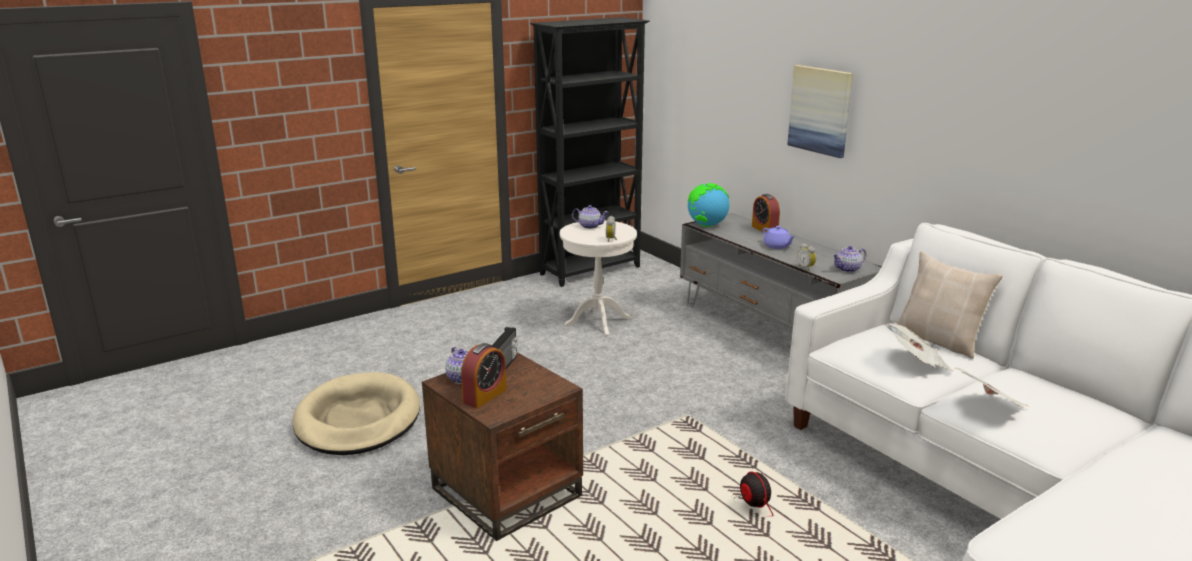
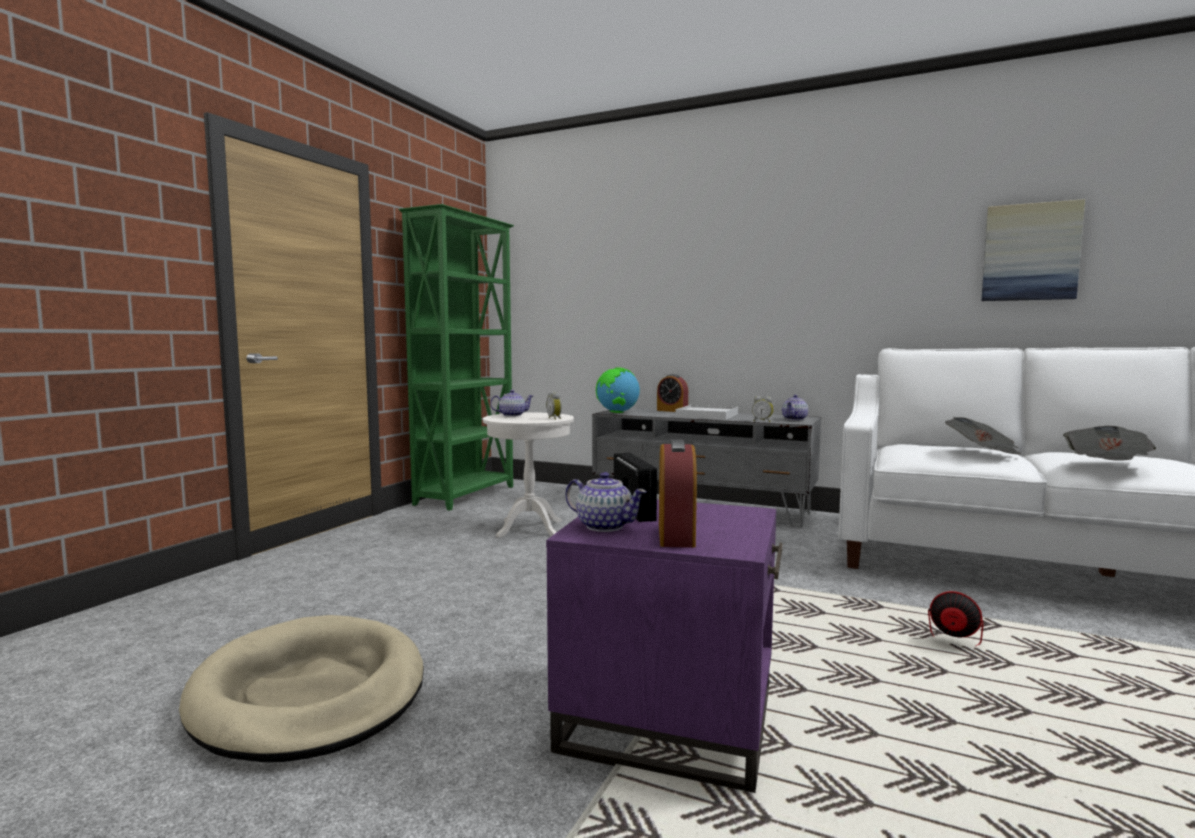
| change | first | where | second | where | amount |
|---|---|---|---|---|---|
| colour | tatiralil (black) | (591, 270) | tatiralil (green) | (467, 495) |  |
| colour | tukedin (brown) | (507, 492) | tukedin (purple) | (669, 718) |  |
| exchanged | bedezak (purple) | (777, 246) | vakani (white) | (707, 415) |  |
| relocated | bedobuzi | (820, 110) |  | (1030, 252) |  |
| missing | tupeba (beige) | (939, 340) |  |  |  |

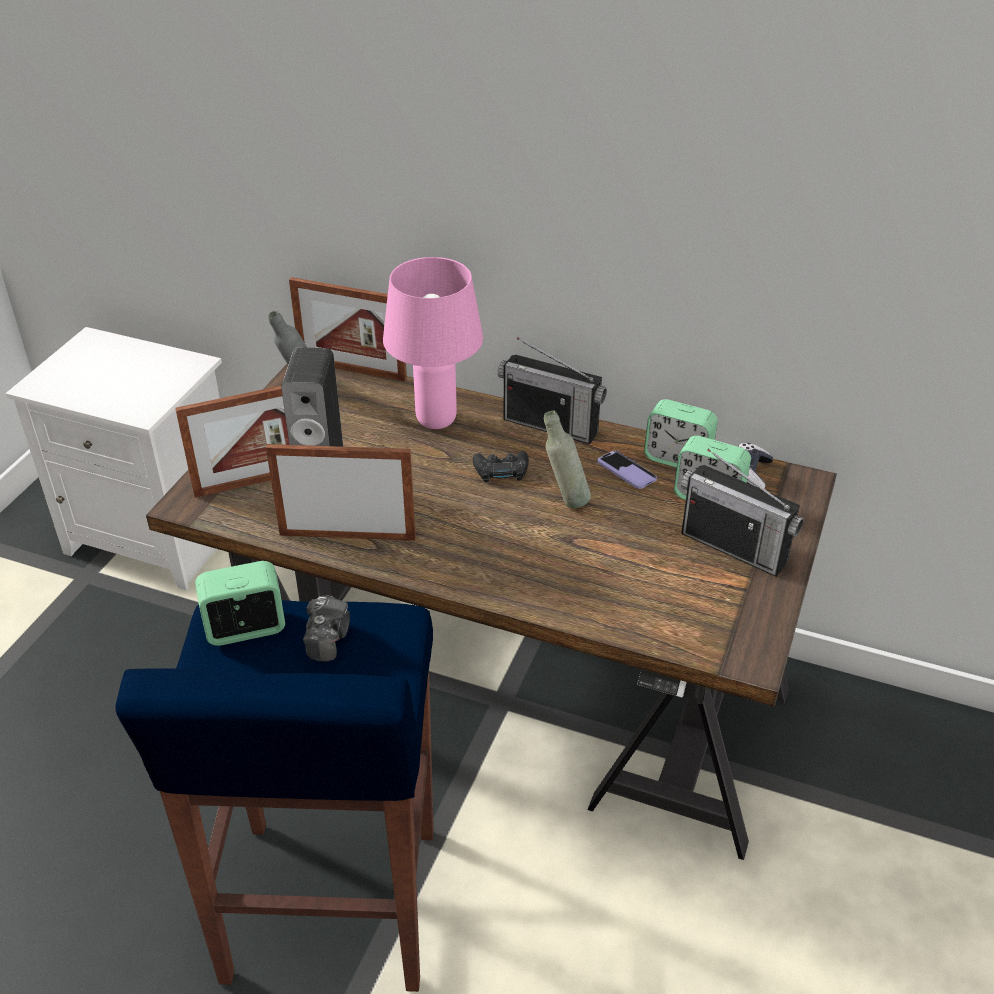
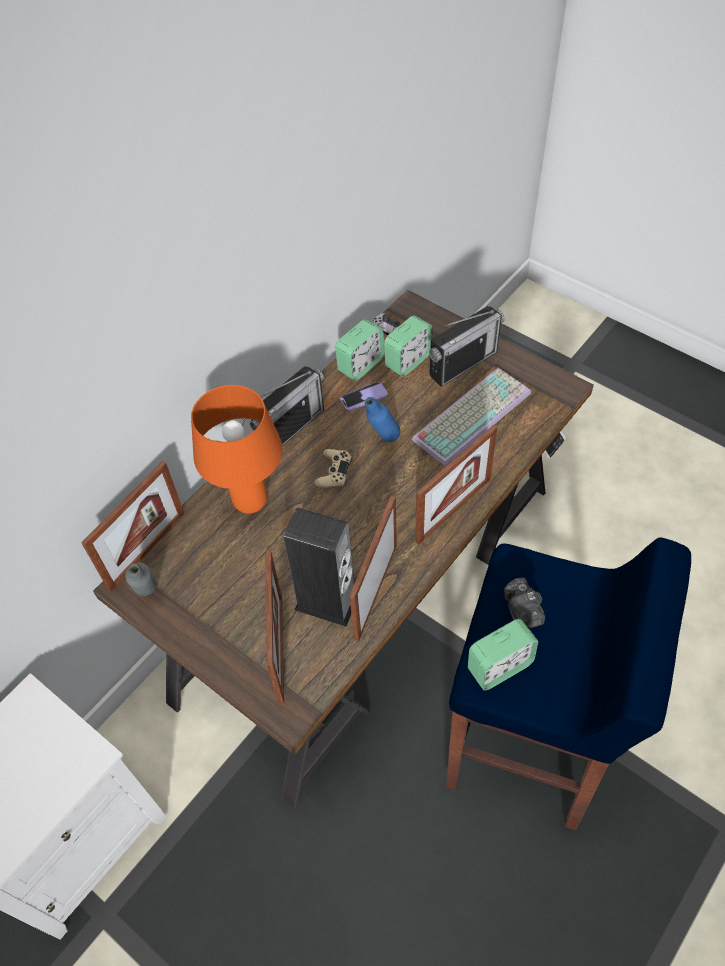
| change | first | where | second | where | amount |
|---|---|---|---|---|---|
| colour | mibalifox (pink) | (435, 420) | mibalifox (orange) | (250, 502) |  |
| colour | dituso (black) | (501, 471) | dituso (beige) | (334, 472) |  |
| colour | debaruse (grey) | (565, 500) | debaruse (blue) | (383, 441) |  |
| appeared |  |  | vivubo | (471, 414) |  |
| appeared |  |  | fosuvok | (453, 510) |  |
| spun | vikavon | (245, 629) |  | (499, 666) | 120 degrees counterclockwise |
| spun | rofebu | (328, 638) |  | (522, 610) | 135 degrees counterclockwise |

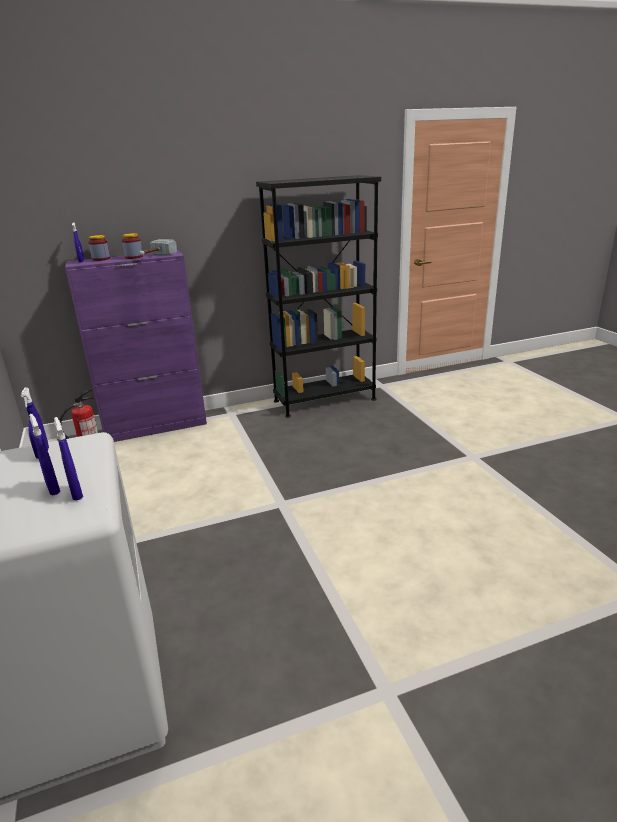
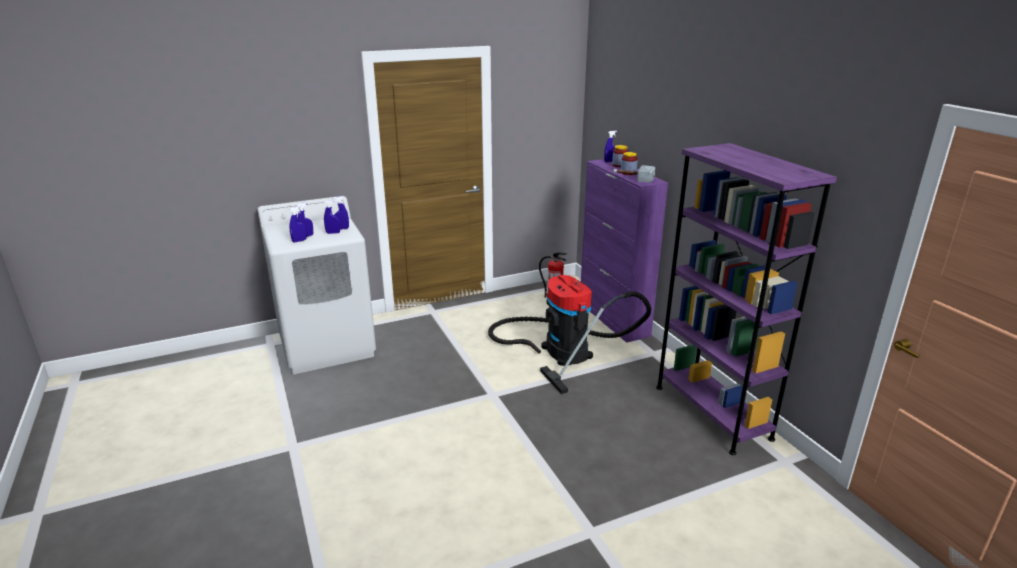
| change | first | where | second | where | amount |
|---|---|---|---|---|---|
| appeared |  |  | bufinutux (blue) | (333, 233) |  |
| appeared |  |  | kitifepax | (562, 349) |  |
| colour | tatiralil (black) | (324, 400) | tatiralil (purple) | (712, 412) |  |

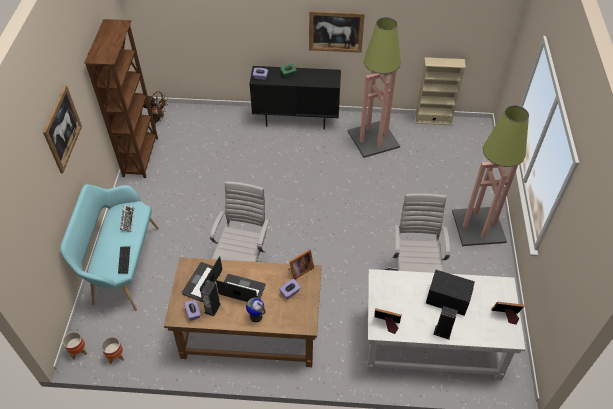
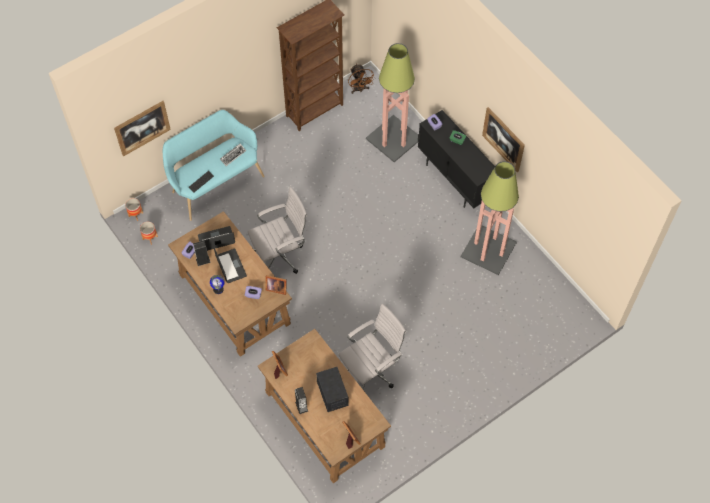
| change | first | where | second | where | amount |
|---|---|---|---|---|---|
| relocated | bedobuzi | (62, 129) |  | (142, 128) |  |
| colour | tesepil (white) | (432, 343) | tesepil (brown) | (324, 419) |  |
| relocated | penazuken | (479, 226) |  | (394, 138) |  |
| missing | tatiralil (beige) | (433, 120) |  |  |  |

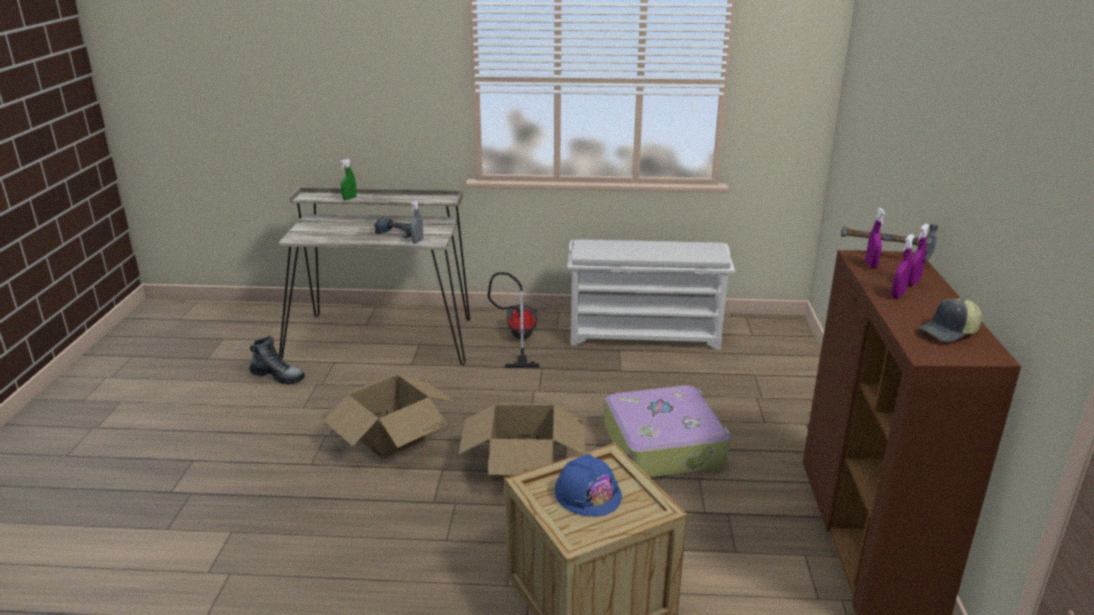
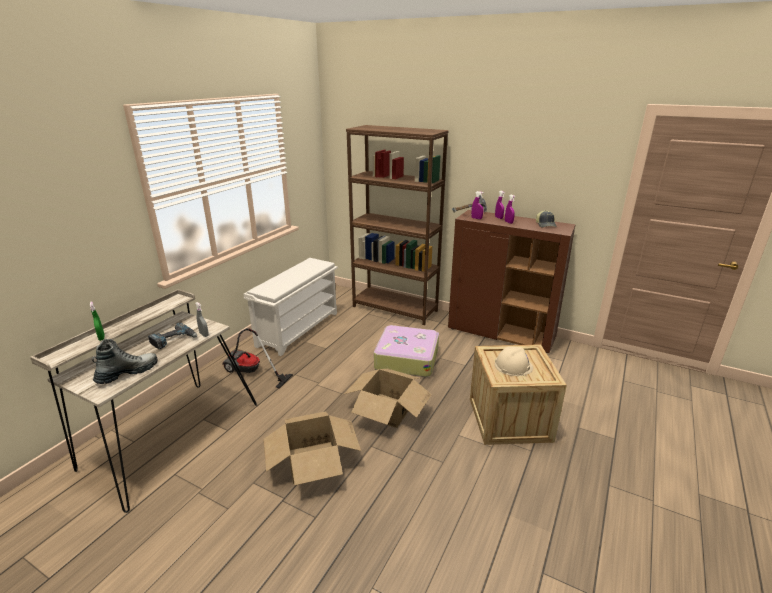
| change | first | where | second | where | amount |
|---|---|---|---|---|---|
| relocated | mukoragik | (278, 376) |  | (127, 373) |  |
| appeared |  |  | tatiralil (brown) | (395, 308) |  |
| colour | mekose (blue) | (588, 494) | mekose (beige) | (513, 366) |  |

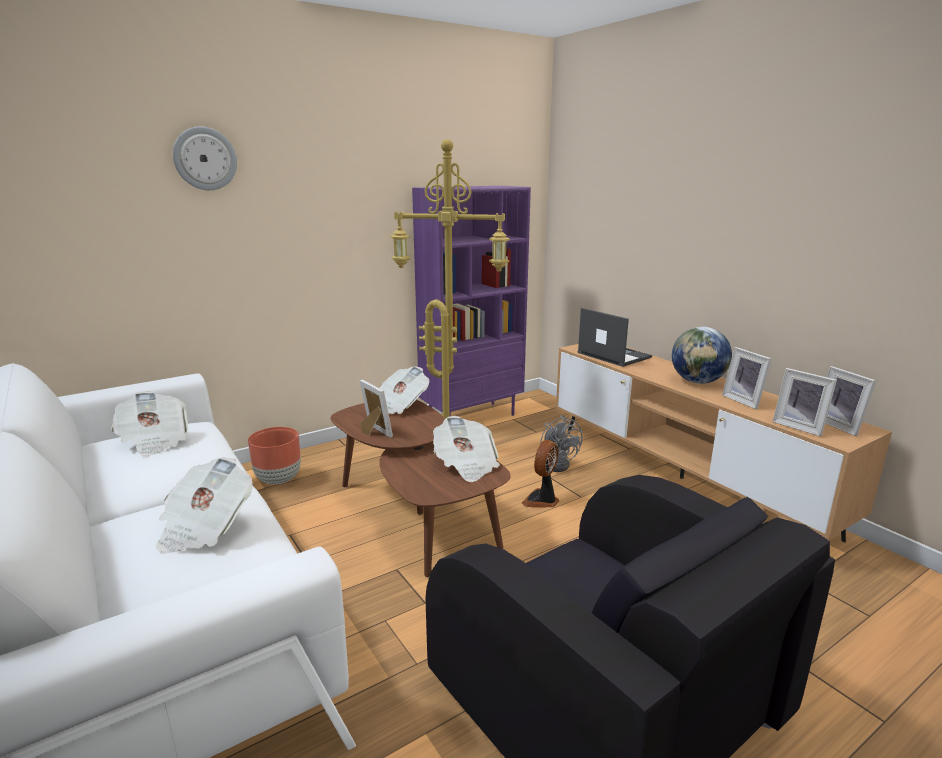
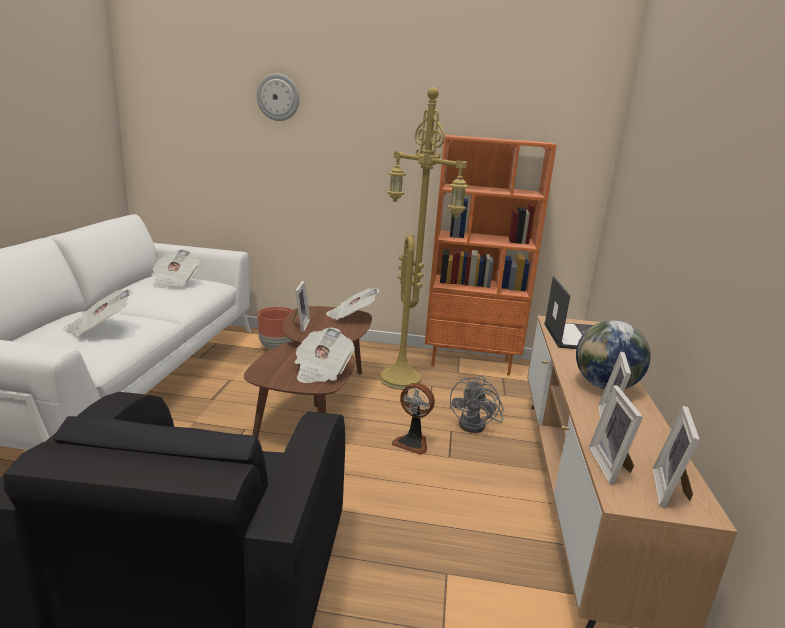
| change | first | where | second | where | amount |
|---|---|---|---|---|---|
| spun | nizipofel | (542, 500) |  | (412, 442) | 135 degrees counterclockwise |
| colour | tatiralil (purple) | (472, 417) | tatiralil (orange) | (471, 362) |  |

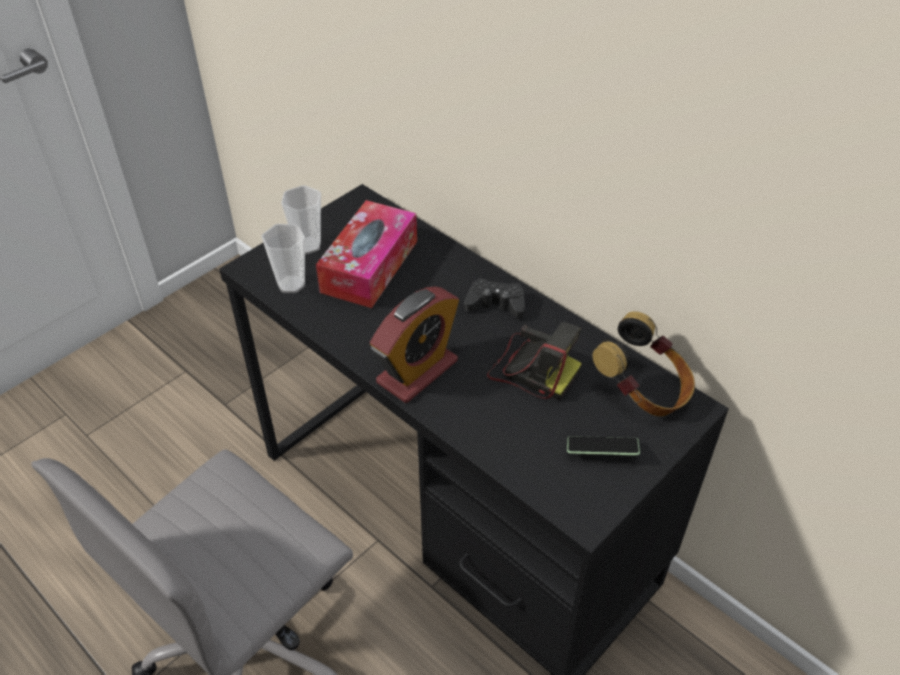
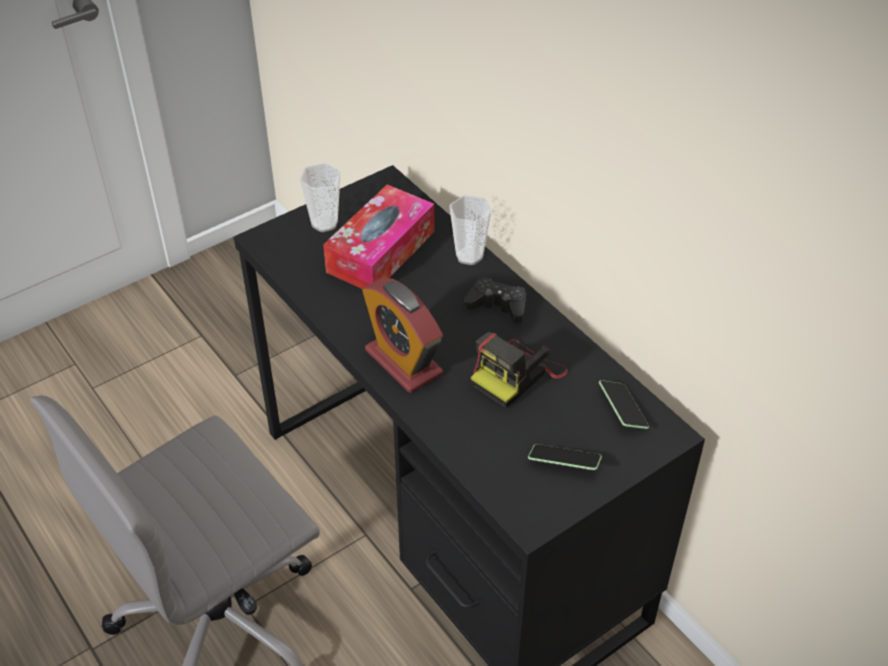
| change | first | where | second | where | amount |
|---|---|---|---|---|---|
| spun | vikavon | (417, 371) |  | (403, 362) | 90 degrees clockwise |
| relocated | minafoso | (291, 284) |  | (469, 256) |  |
| spun | rofebu | (532, 369) |  | (517, 374) | 90 degrees clockwise |
| exchanged | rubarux | (643, 391) | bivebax | (622, 410) |  |

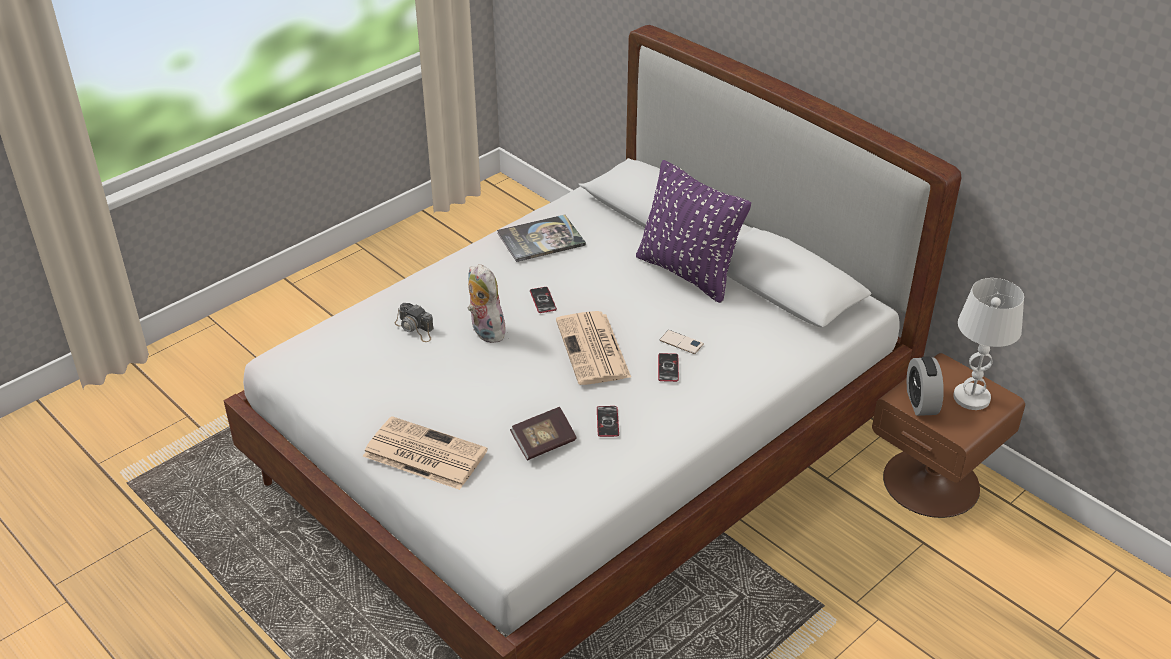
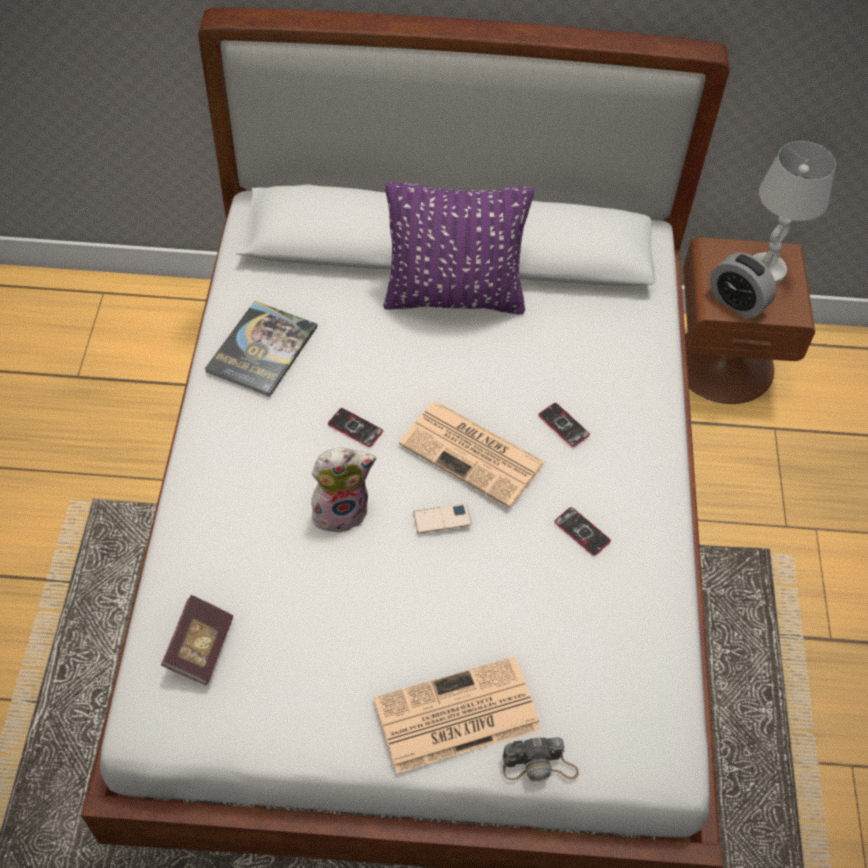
| change | first | where | second | where | amount |
|---|---|---|---|---|---|
| relocated | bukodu | (543, 443) |  | (200, 647) |  |
| spun | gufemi | (485, 331) |  | (341, 511) | 150 degrees clockwise |
| relocated | bivebax | (681, 342) |  | (442, 518) |  |
| relocated | rofebu | (415, 328) |  | (539, 765) |  |

